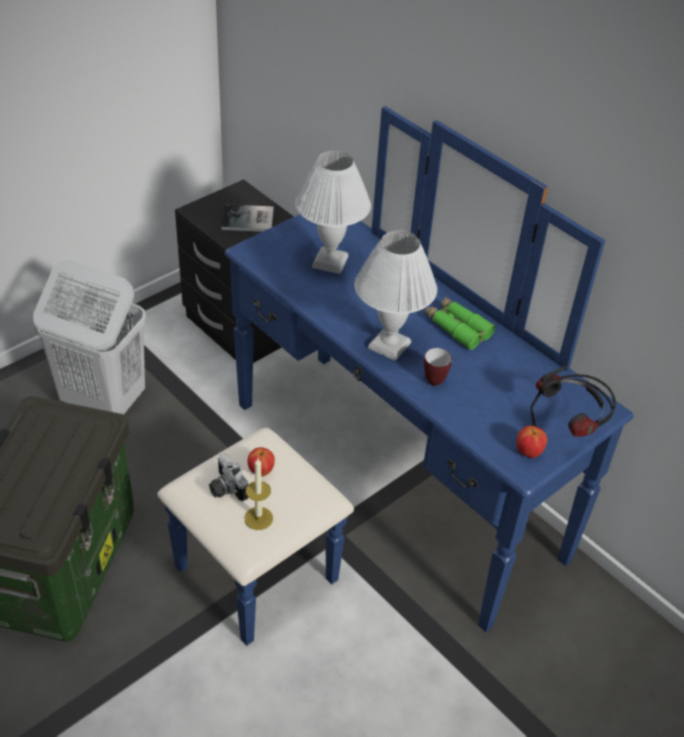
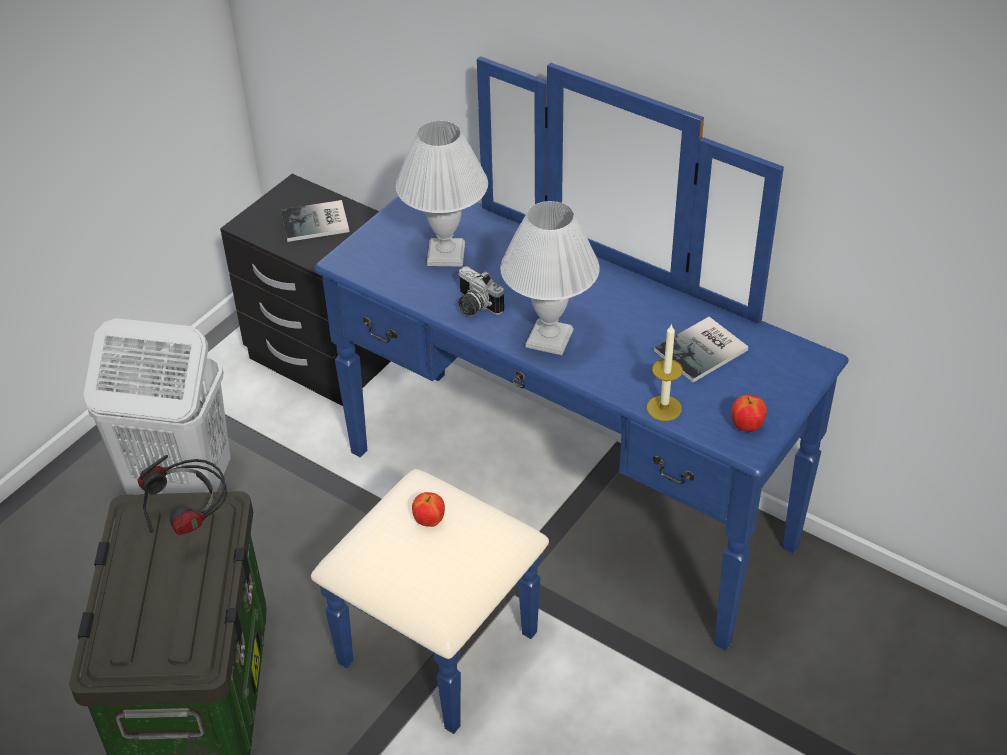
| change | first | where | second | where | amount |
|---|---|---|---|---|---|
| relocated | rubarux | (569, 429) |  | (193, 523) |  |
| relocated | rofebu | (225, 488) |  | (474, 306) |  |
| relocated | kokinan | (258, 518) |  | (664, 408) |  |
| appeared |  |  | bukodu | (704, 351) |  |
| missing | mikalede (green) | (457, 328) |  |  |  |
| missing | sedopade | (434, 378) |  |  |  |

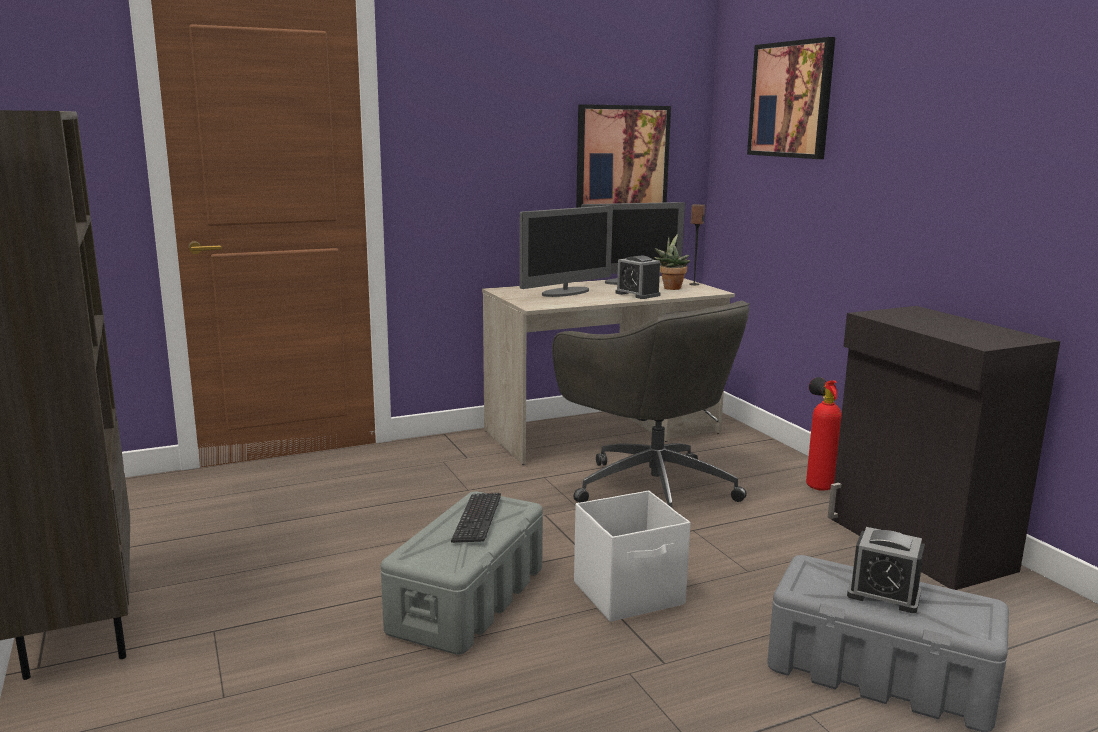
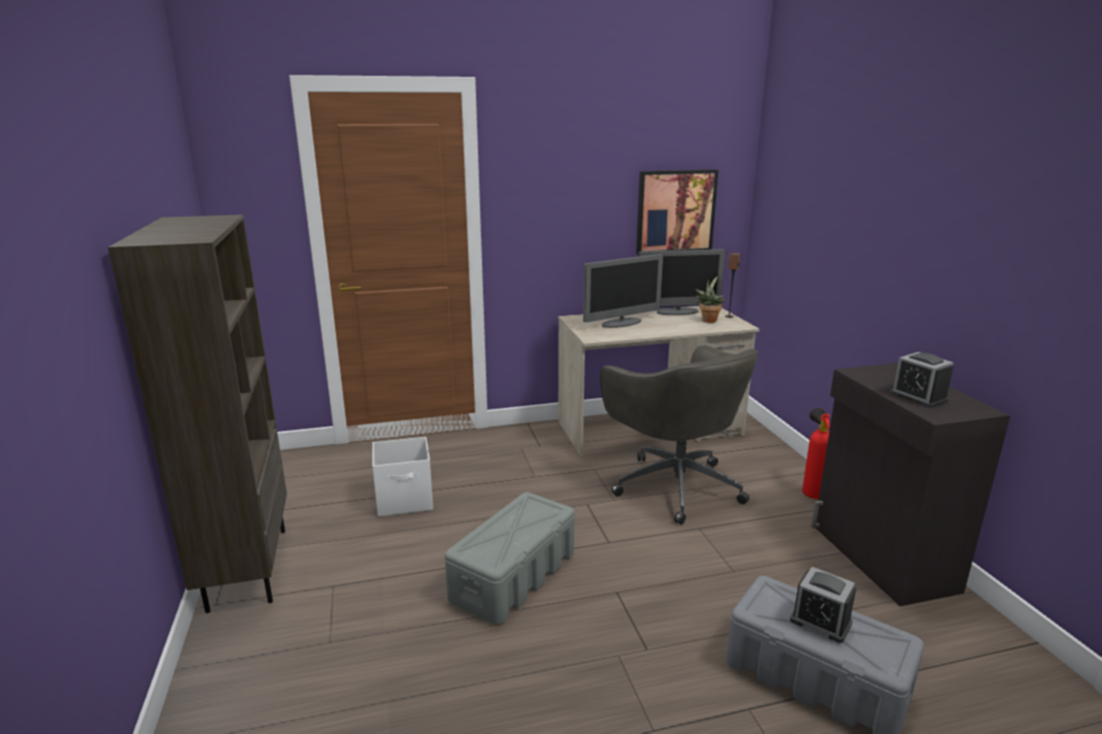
| change | first | where | second | where | amount |
|---|---|---|---|---|---|
| relocated | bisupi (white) | (630, 594) |  | (405, 500) |  |
| relocated | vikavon | (637, 294) |  | (918, 397) |  |
| missing | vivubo | (477, 519) |  |  |  |
| missing | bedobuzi | (791, 100) |  |  |  |

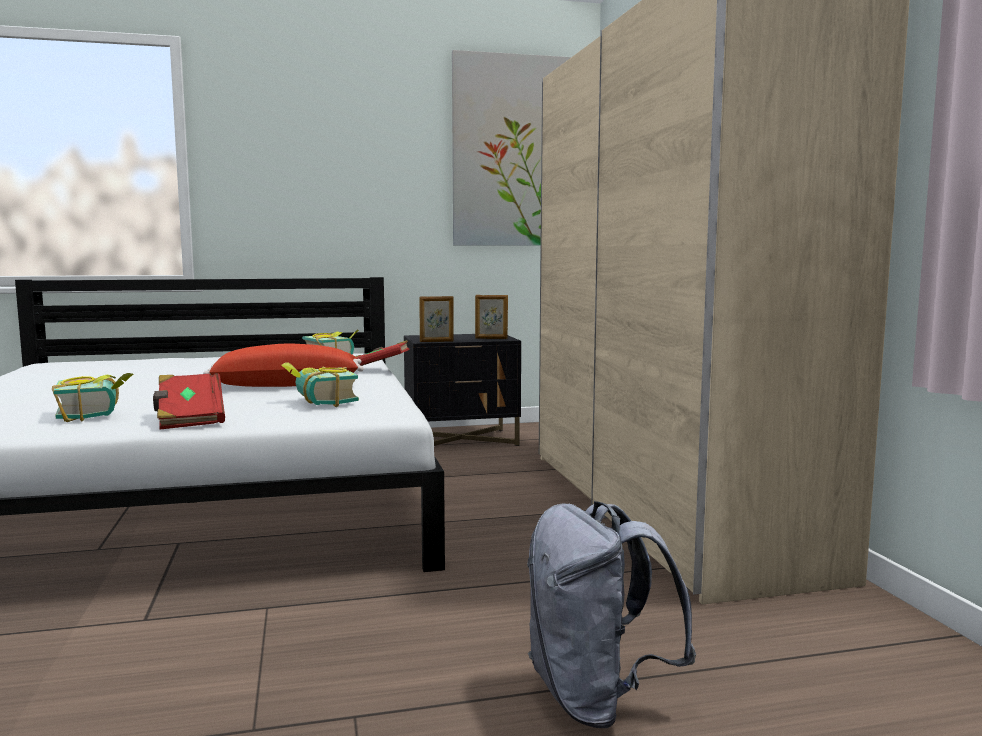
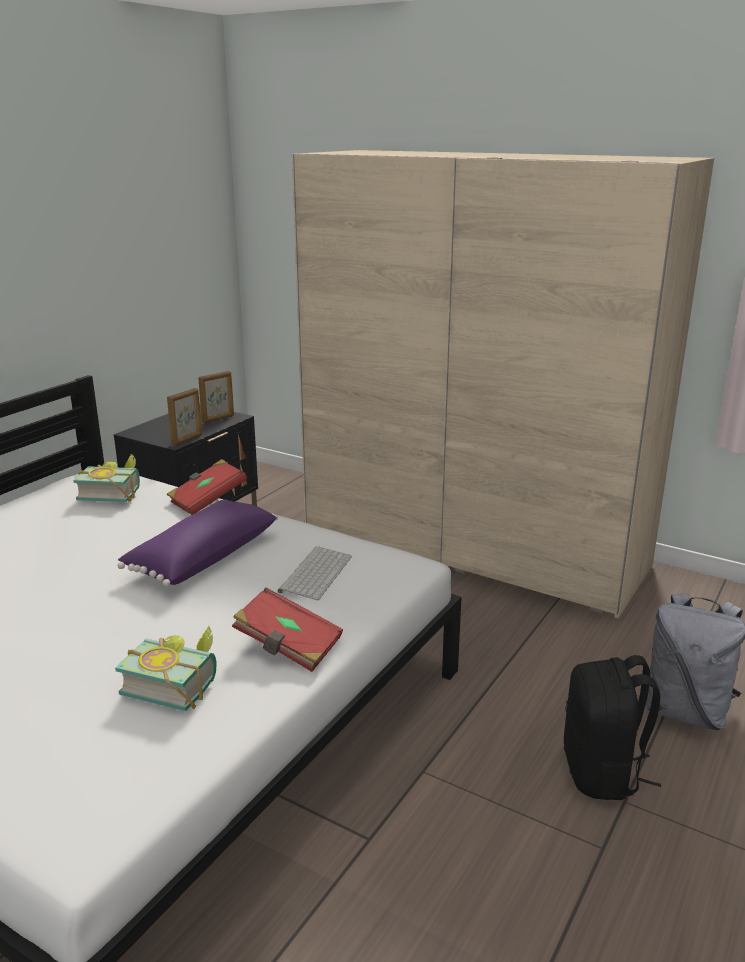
| change | first | where | second | where | amount |
|---|---|---|---|---|---|
| colour | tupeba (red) | (287, 385) | tupeba (purple) | (202, 557) |  |
| exchanged | bukodu | (319, 402) | vivubo | (315, 573) |  |
| appeared |  |  | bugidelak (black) | (602, 773) |  |
| missing | bedobuzi | (513, 152) |  |  |  |

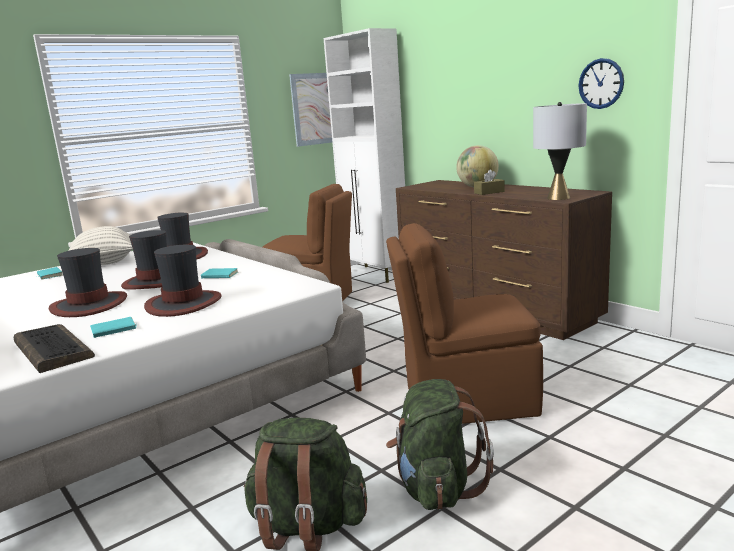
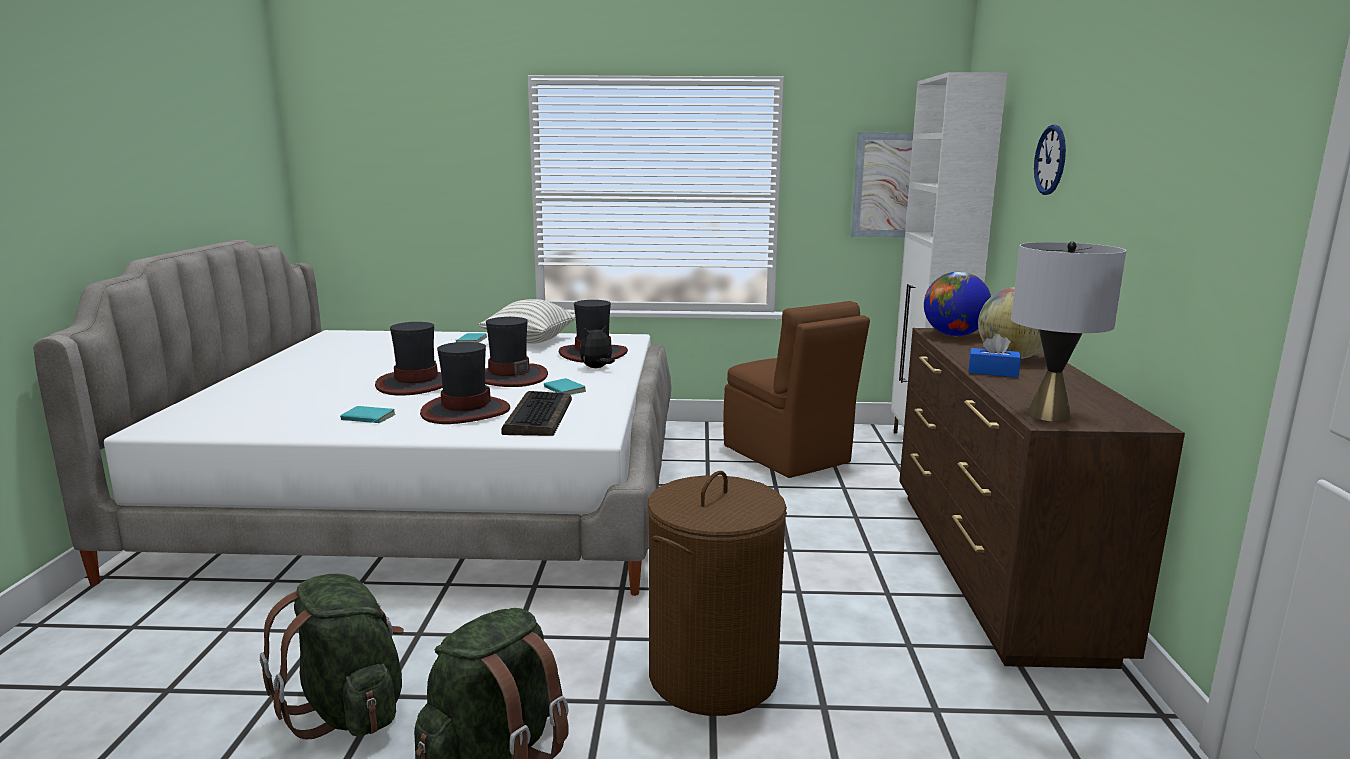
| change | first | where | second | where | amount |
|---|---|---|---|---|---|
| relocated | vivubo | (51, 349) |  | (538, 416) |  |
| appeared |  |  | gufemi | (597, 368) |  |
| exchanged | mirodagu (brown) | (466, 401) | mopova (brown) | (712, 675) |  |
| appeared |  |  | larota | (954, 335) |  |
| colour | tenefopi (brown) | (489, 192) | tenefopi (blue) | (993, 372) |  |
| relocated | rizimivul | (601, 83) |  | (1050, 160) |  |

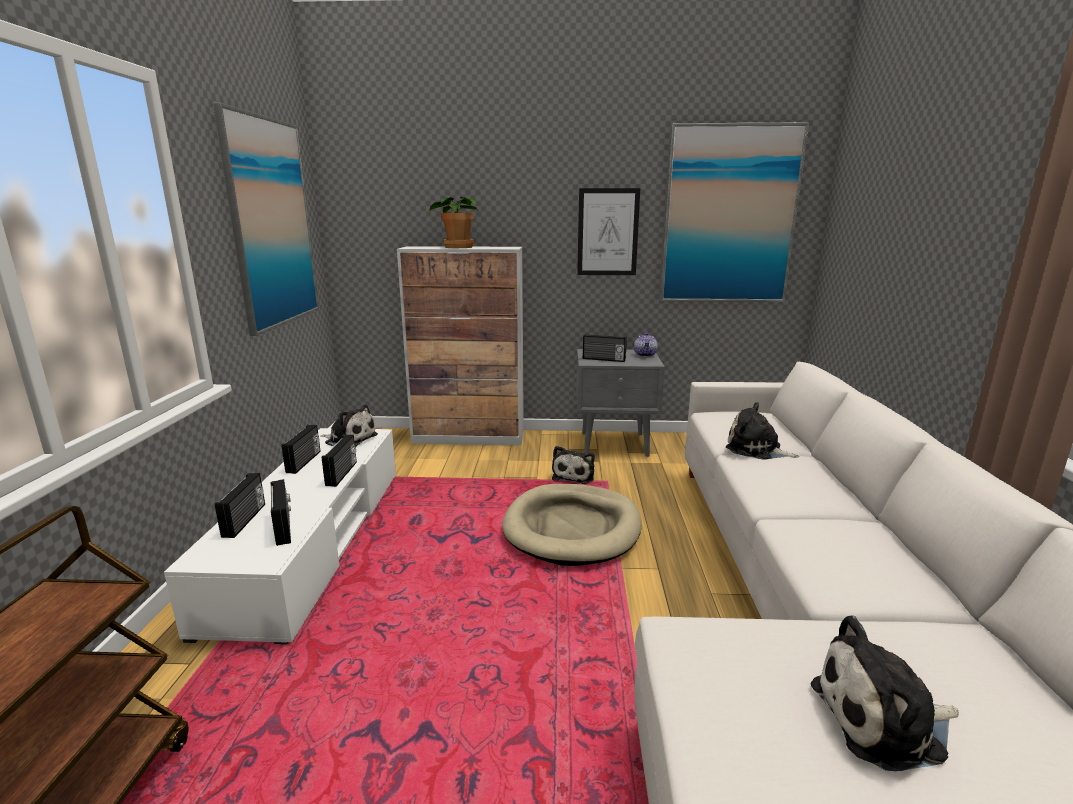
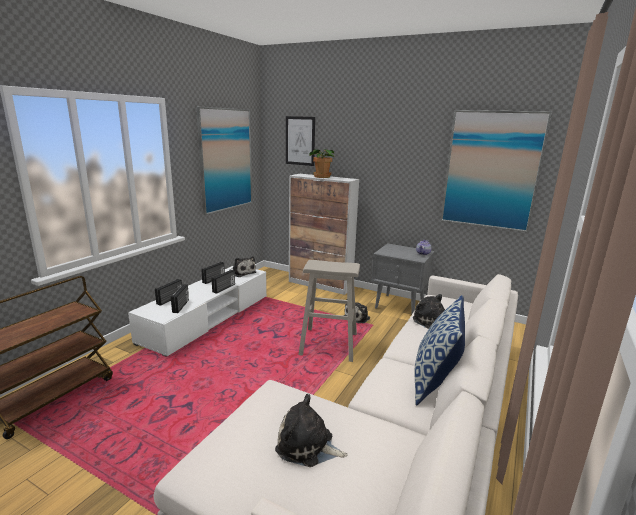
| change | first | where | second | where | amount |
|---|---|---|---|---|---|
| relocated | bedobuzi | (607, 232) |  | (300, 141) |  |
| exchanged | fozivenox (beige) | (572, 528) | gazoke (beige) | (329, 344) |  |
| appeared |  |  | tupeba | (435, 382) |  |
| missing | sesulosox | (603, 359) |  |  |  |

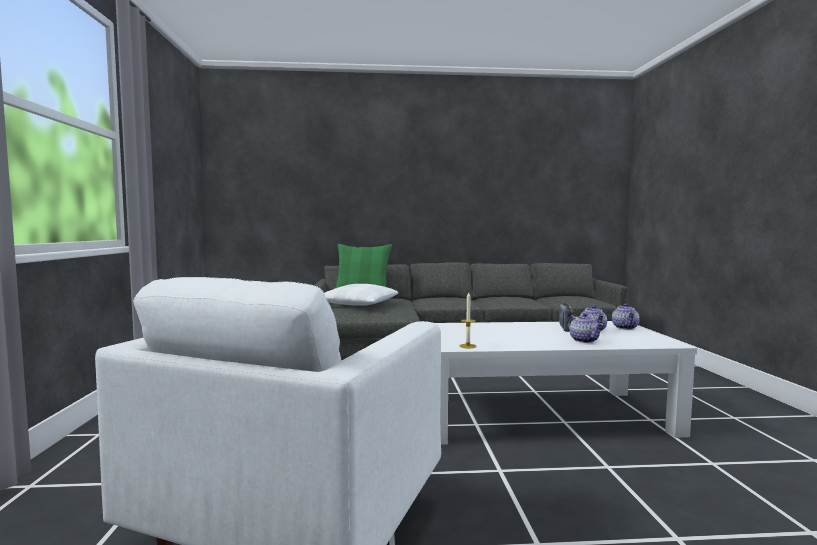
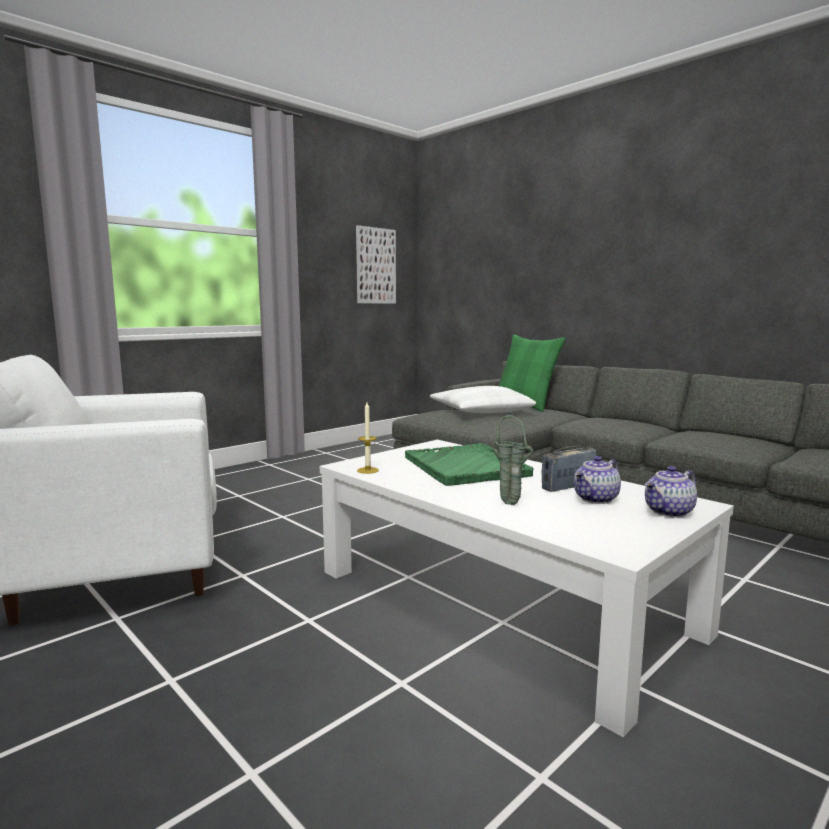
| change | first | where | second | where | amount |
|---|---|---|---|---|---|
| appeared |  |  | bedobuzi | (375, 266) |  |
| appeared |  |  | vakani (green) | (465, 467) |  |
| exchanged | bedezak | (584, 340) | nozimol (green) | (512, 505) |  |

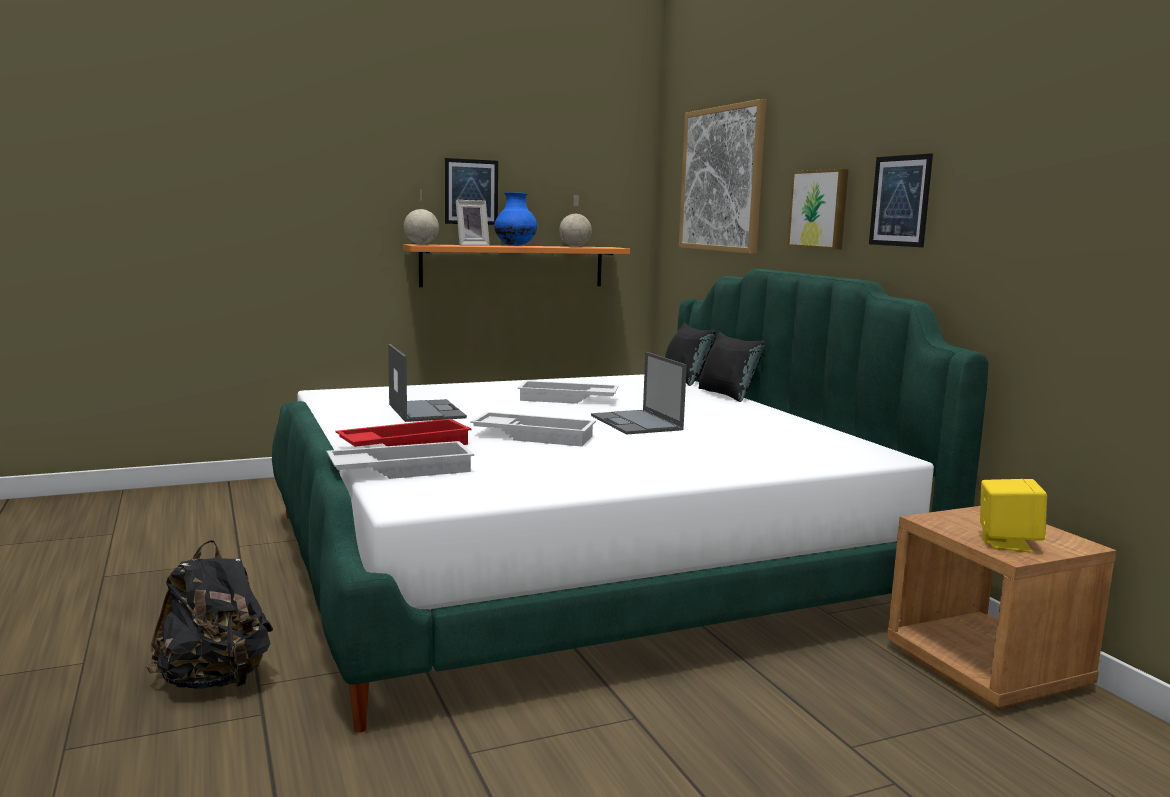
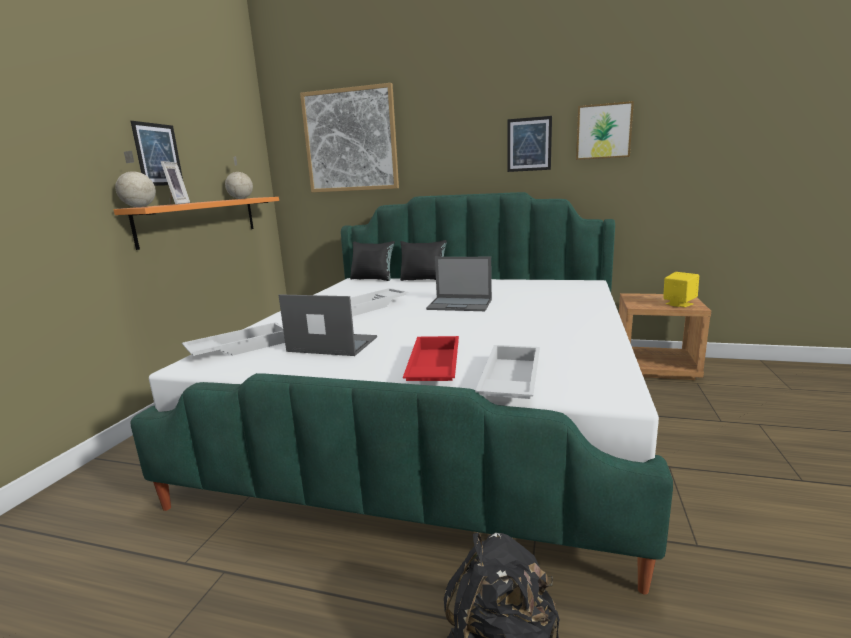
| change | first | where | second | where | amount |
|---|---|---|---|---|---|
| relocated | vakani (white) | (535, 436) |  | (239, 347) |  |
| relocated | bedobuzi | (820, 209) |  | (603, 131) |  |
| missing | nozimol (blue) | (515, 246) |  |  |  |

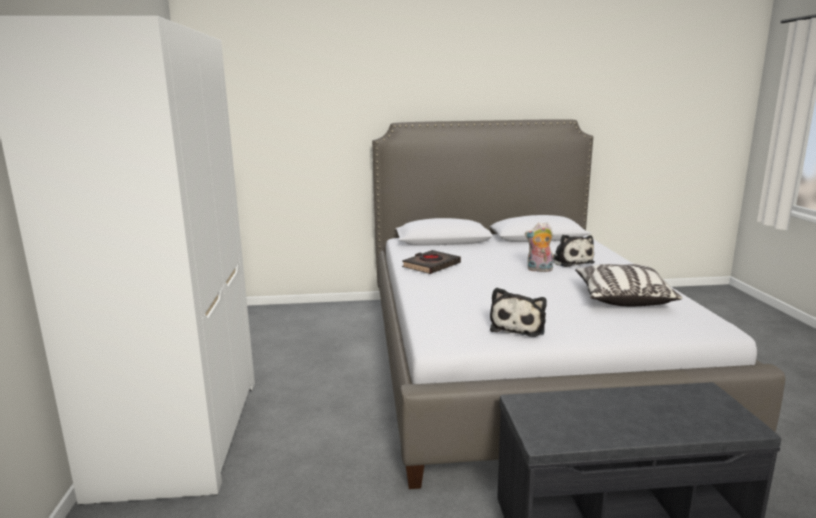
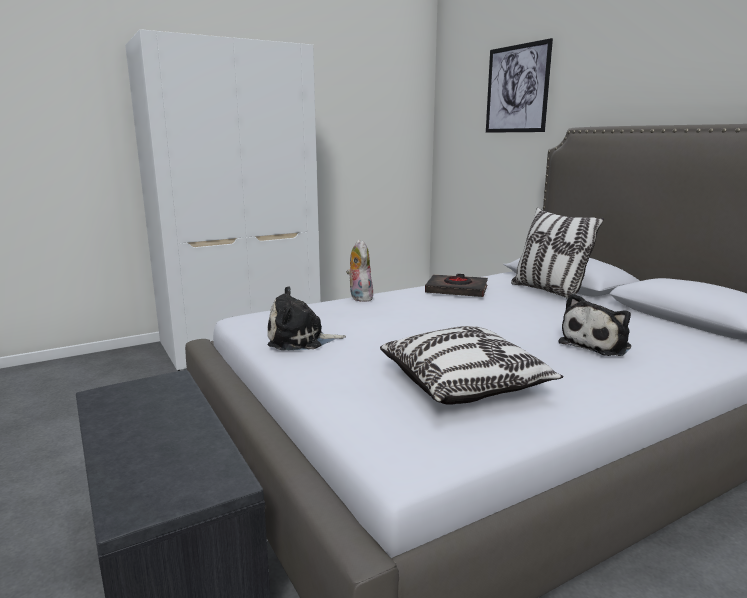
| change | first | where | second | where | amount |
|---|---|---|---|---|---|
| relocated | gufemi | (539, 270) |  | (359, 297) |  |
| appeared |  |  | bedobuzi | (517, 89) |  |
| appeared |  |  | tupeba | (548, 291) |  |

